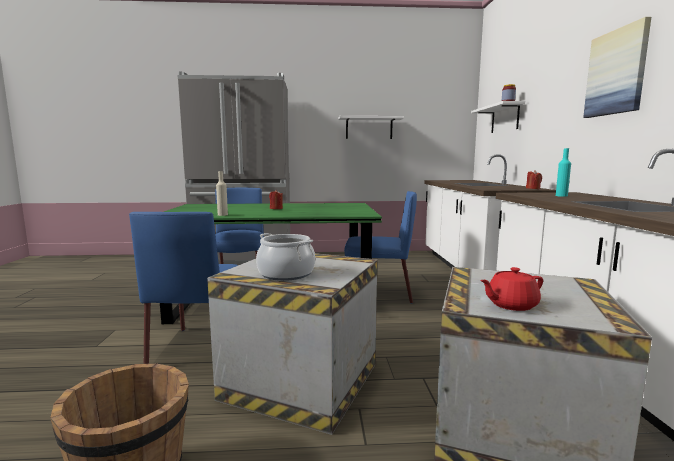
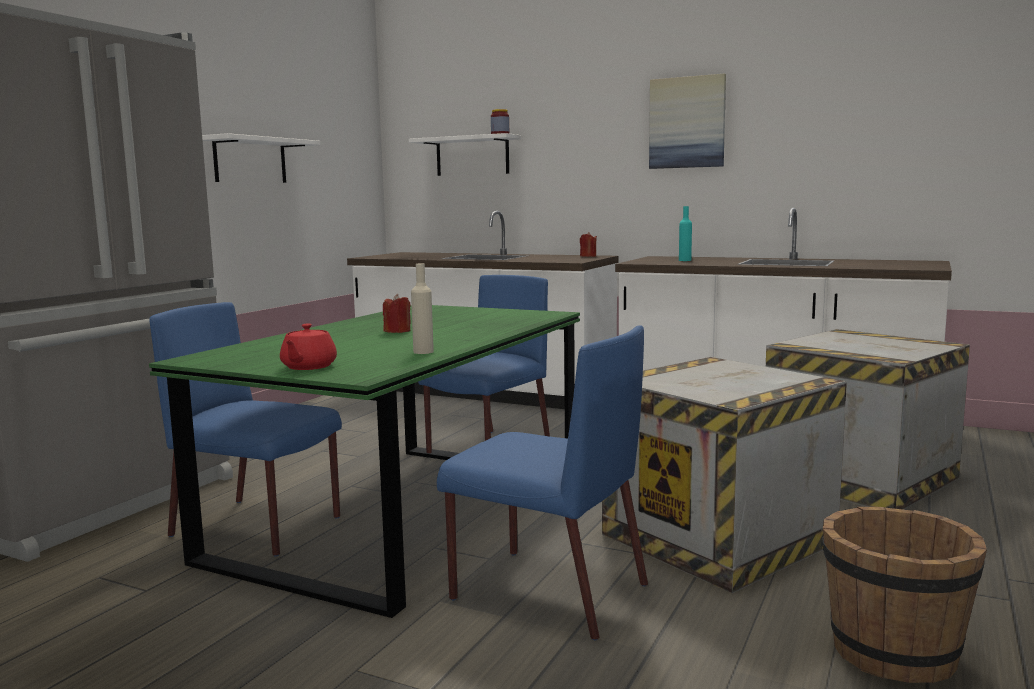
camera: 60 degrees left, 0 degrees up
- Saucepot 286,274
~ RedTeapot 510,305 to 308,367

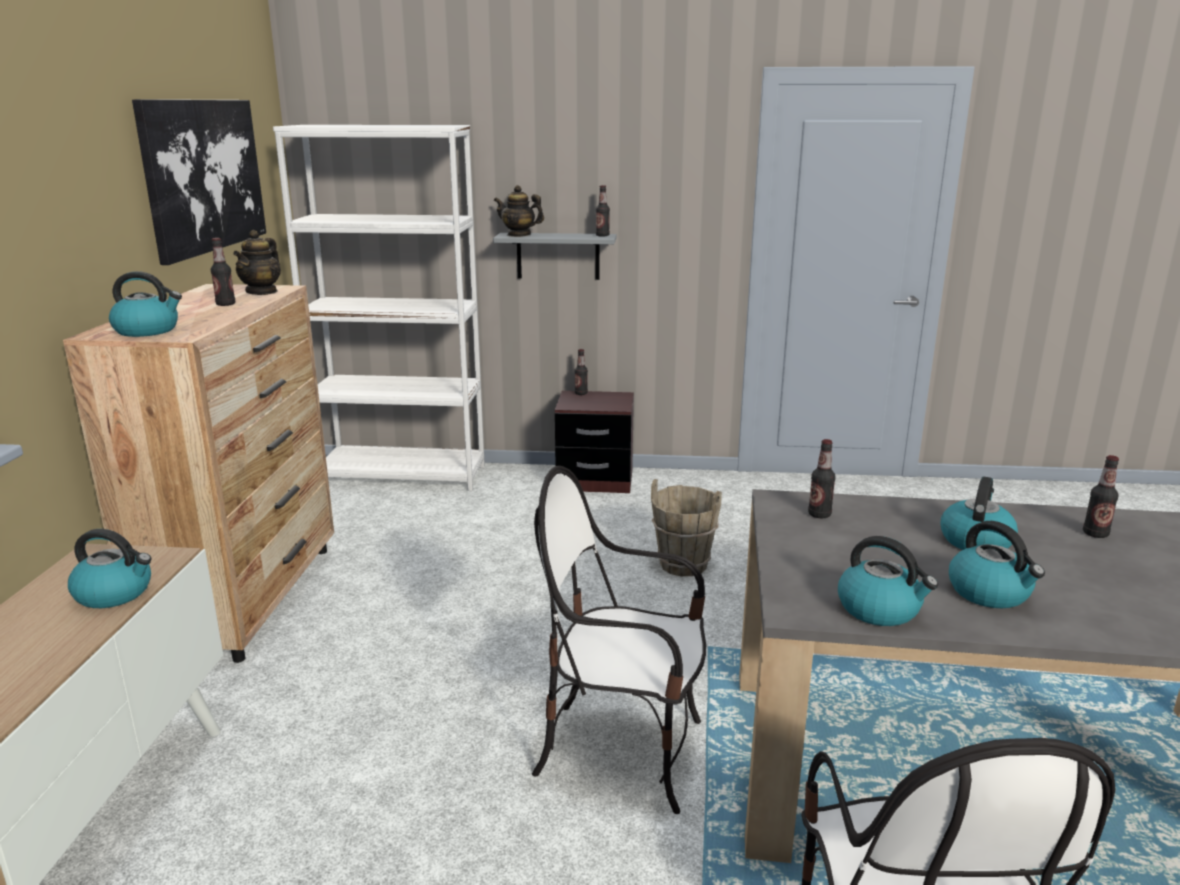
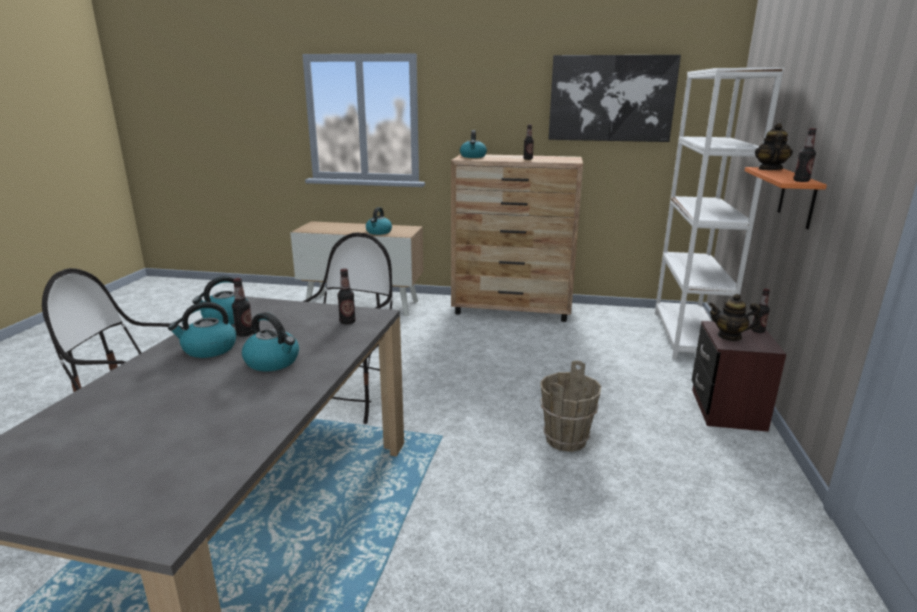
camera: 95 degrees right, 0 degrees up
~ Teapot 262,292 to 729,336
~ BeverageBottle 1095,534 to 245,334
~ GreyishShelf 558,256 to OrangeColouredShelf 797,198

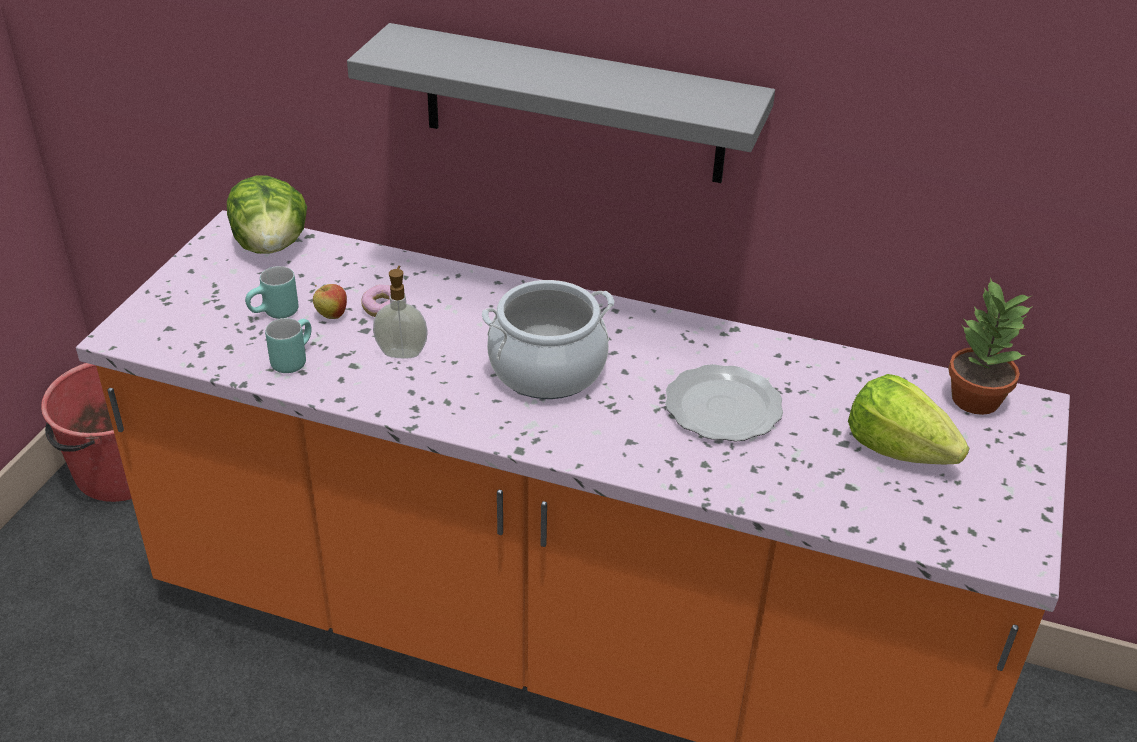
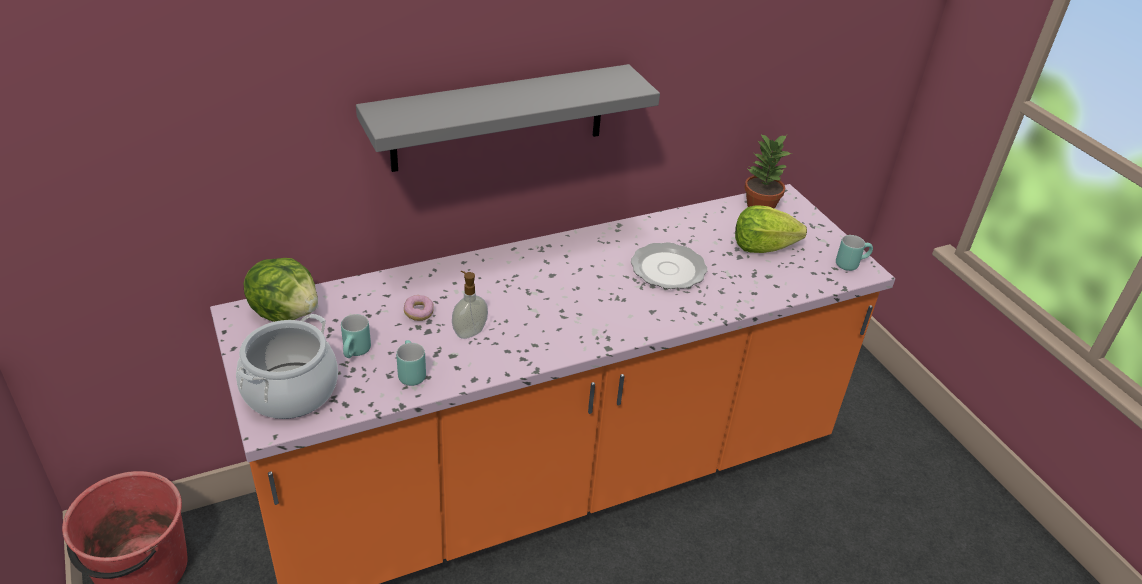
camera: 45 degrees left, 0 degrees up
- Apple 331,315
+ TurquoiseCoffeeMug 850,263
~ Saucepot 547,369 to 290,391

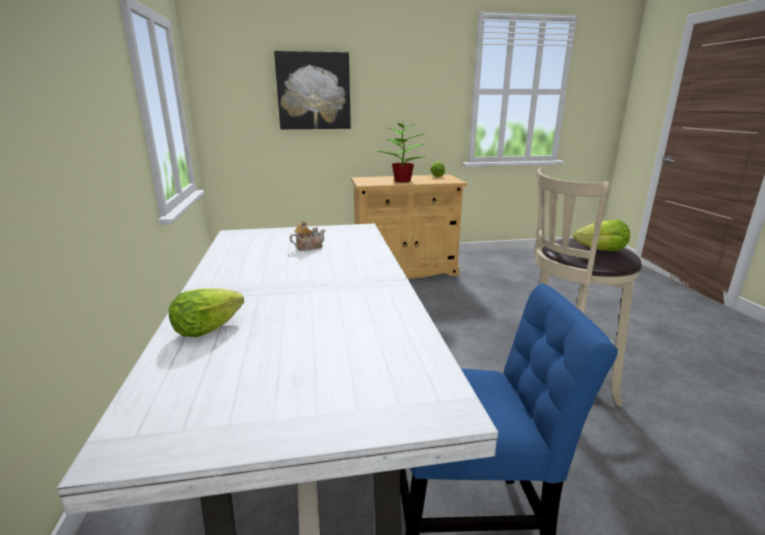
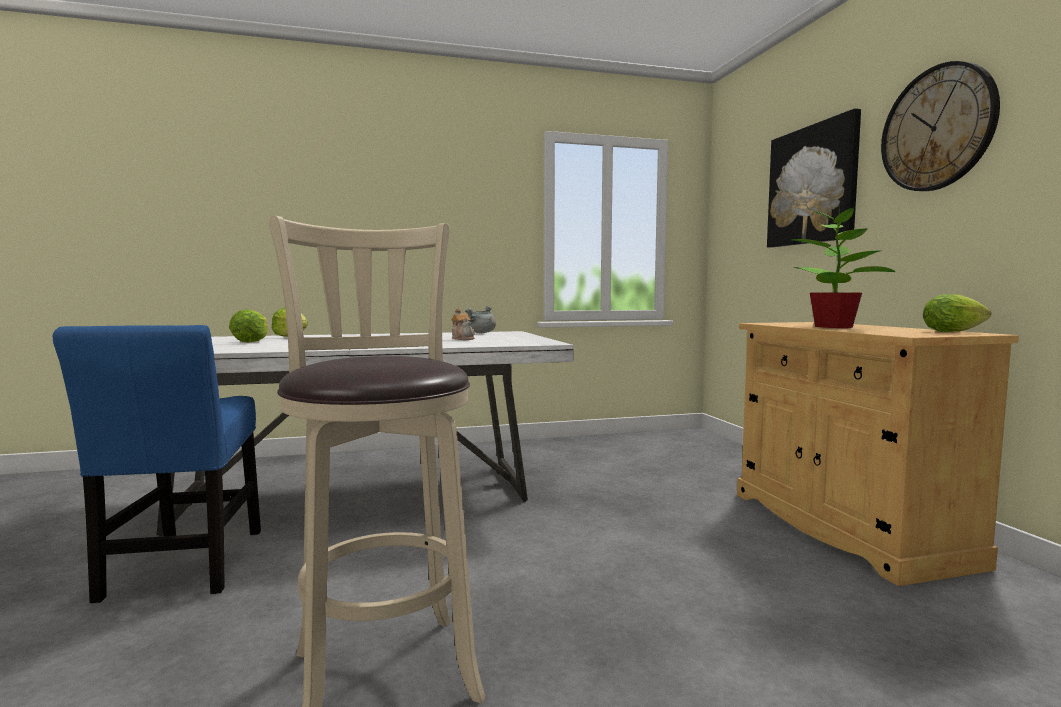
camera: 85 degrees right, 15 degrees down
+ GreyishSaucepot 480,333
+ HangingClock 937,128
~ HeadOfLettuce 601,251 to 251,341

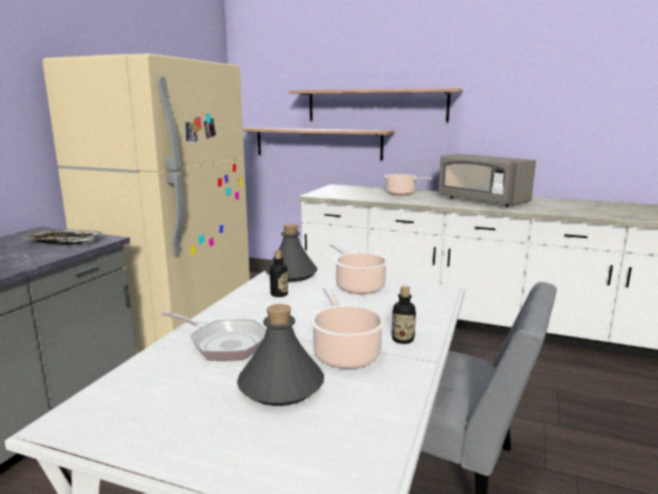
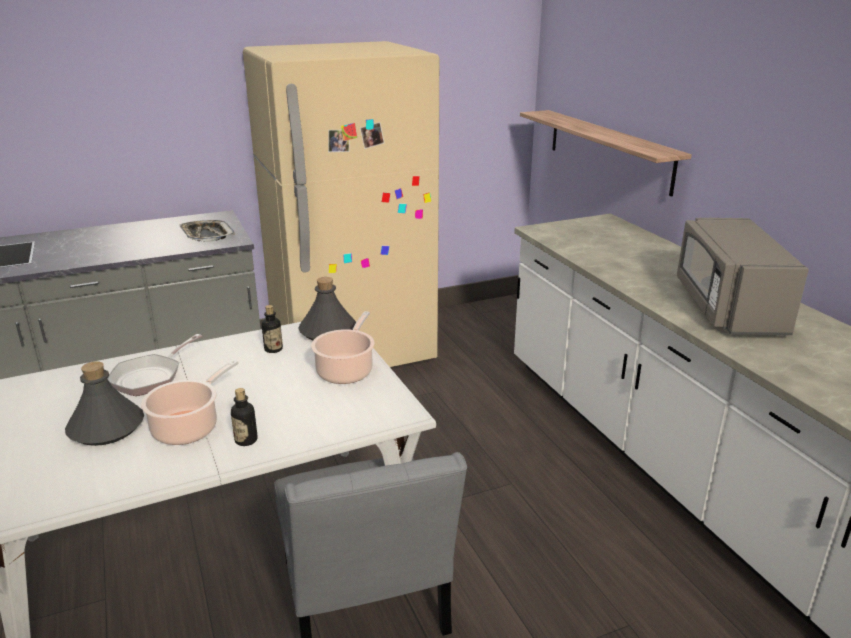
camera: 45 degrees right, 10 degrees up
- Shelf 376,105
- Saucepot 401,193
~ Pan 224,344 = 150,377 45 degrees clockwise

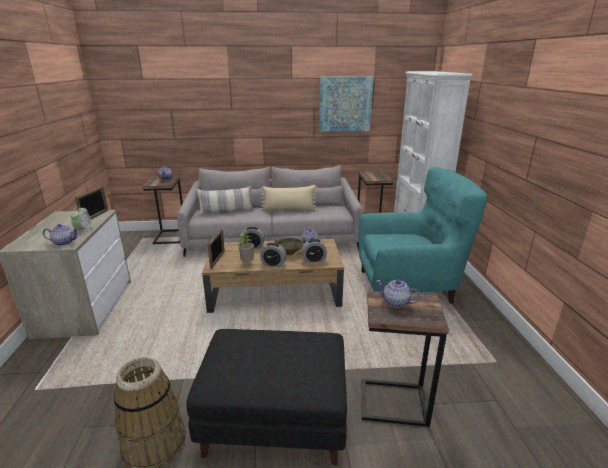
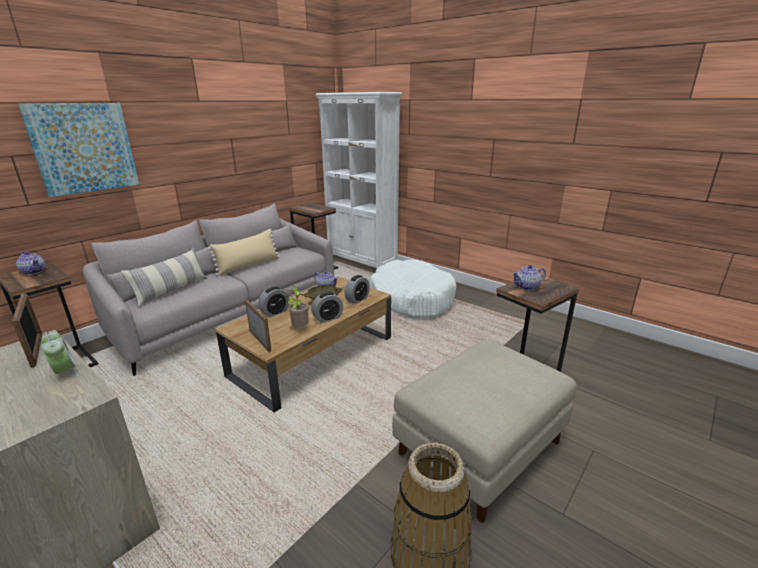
camera: 45 degrees left, 0 degrees up
- Teapot 64,242
~ Picture 345,104 to 84,148
~ TurquoiseEasyChair 408,286 to WhitishDogBed 411,299
~ BlackColouredPouffe 273,419 to BeigePouffe 479,449

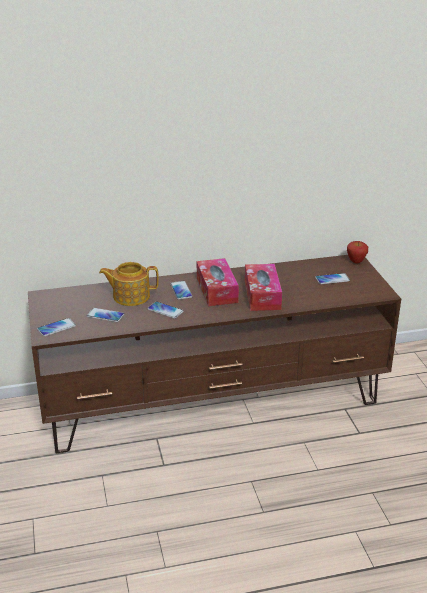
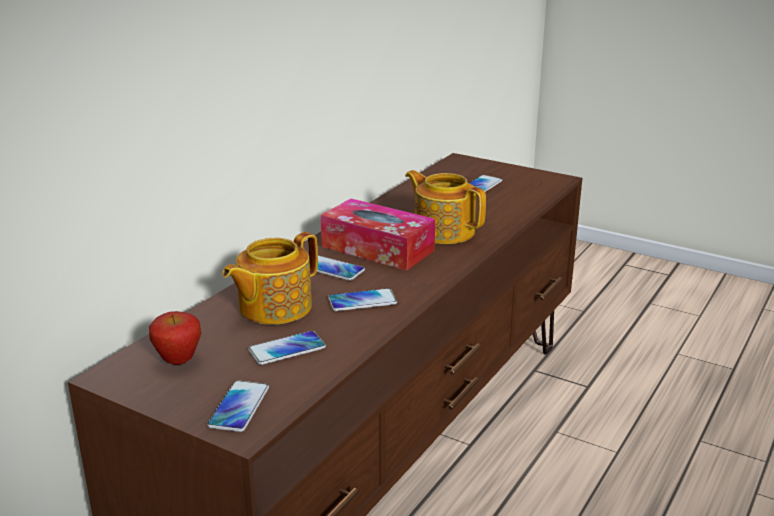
camera: 45 degrees left, 5 degrees down
~ Apple 356,262 to 178,361
~ TissueHolder 262,295 to Teapot 443,231

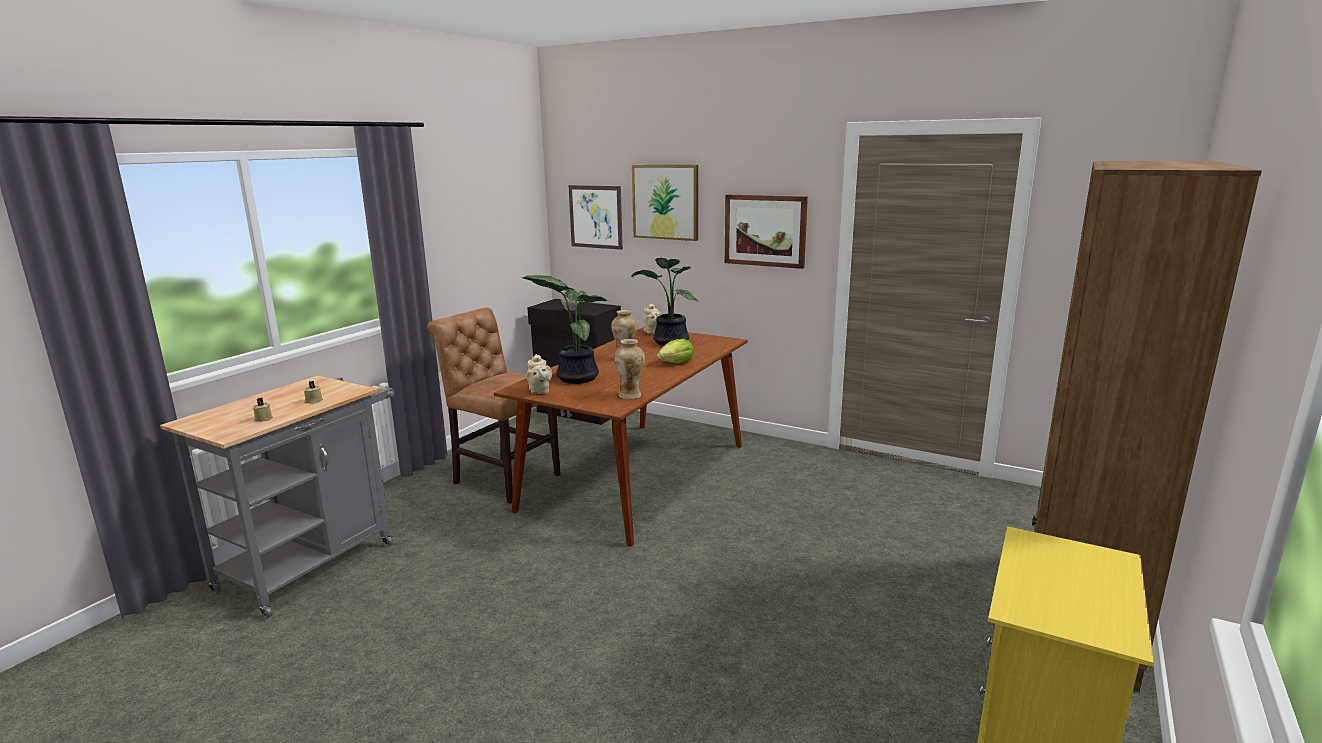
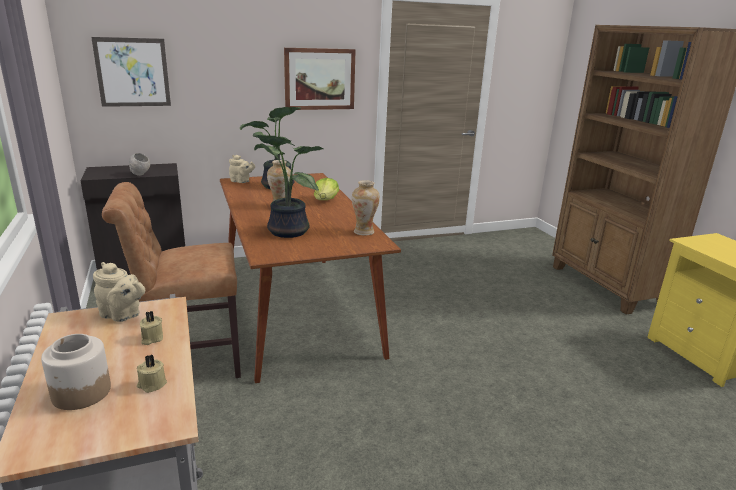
camera: 50 degrees left, 5 degrees up
- Picture 665,202
+ PreserveJar 81,392
~ BeigeTeapot 539,391 to 122,315

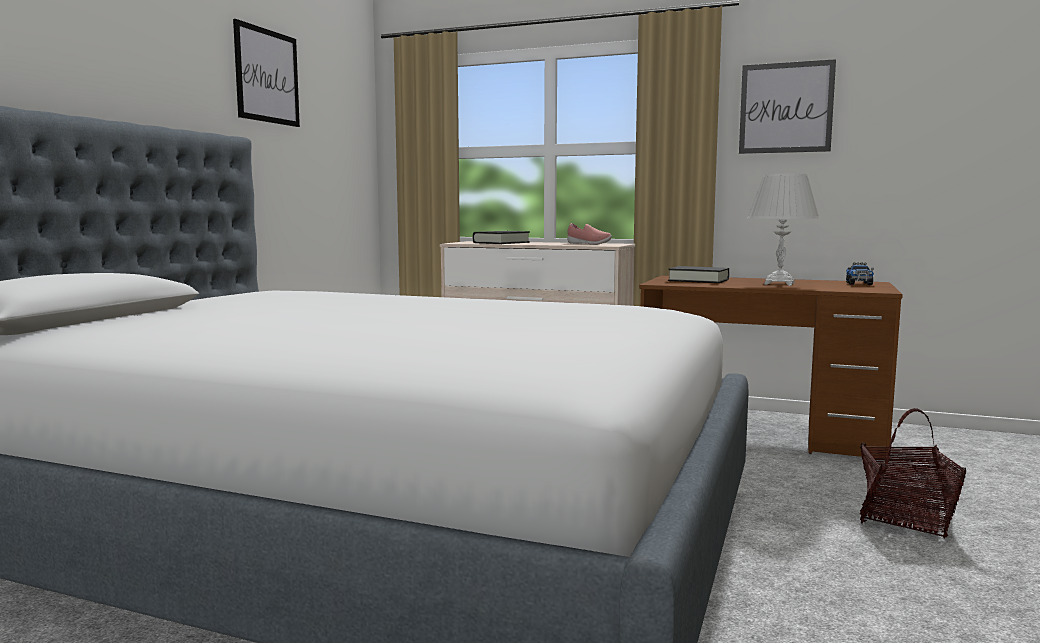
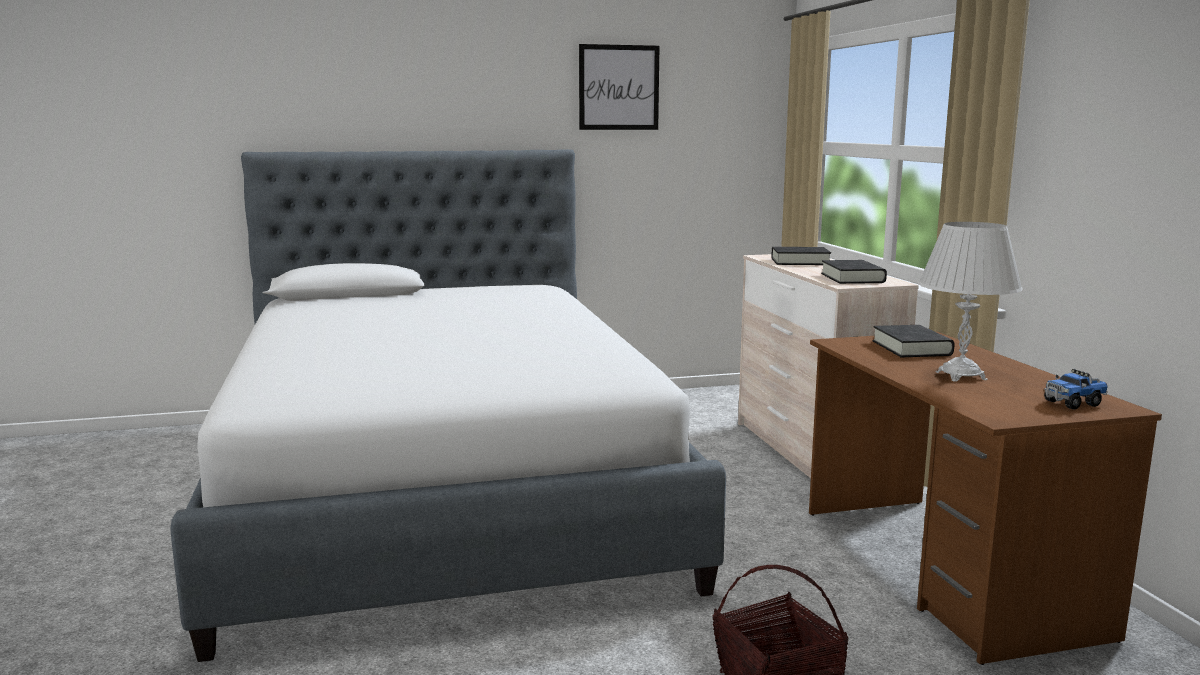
camera: 55 degrees right, 5 degrees up
- Picture 786,108
~ PinkishLowShoe 588,244 to BlackColouredBook 852,278

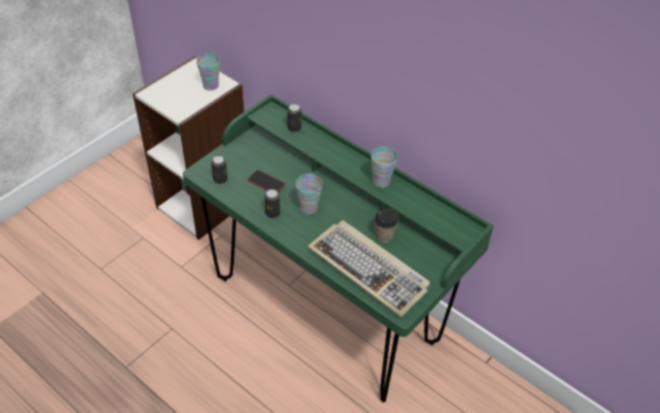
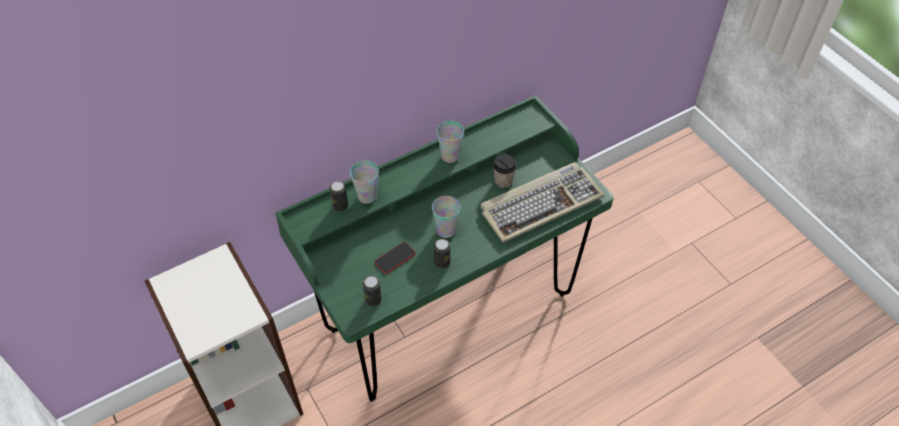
camera: 70 degrees left, 5 degrees up
~ DrinkingCup 211,85 to 367,196

